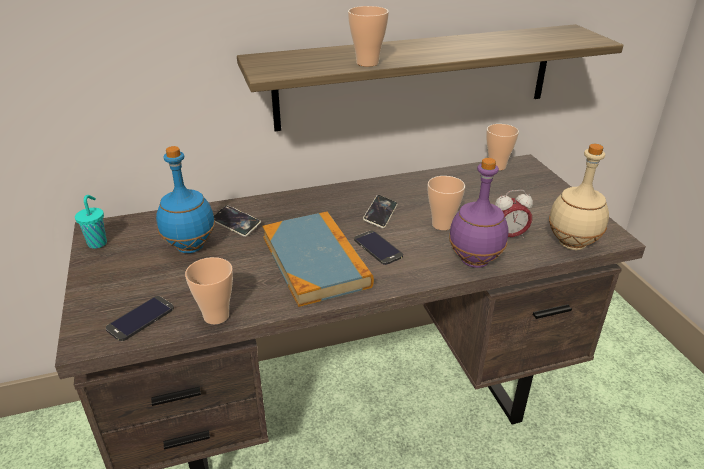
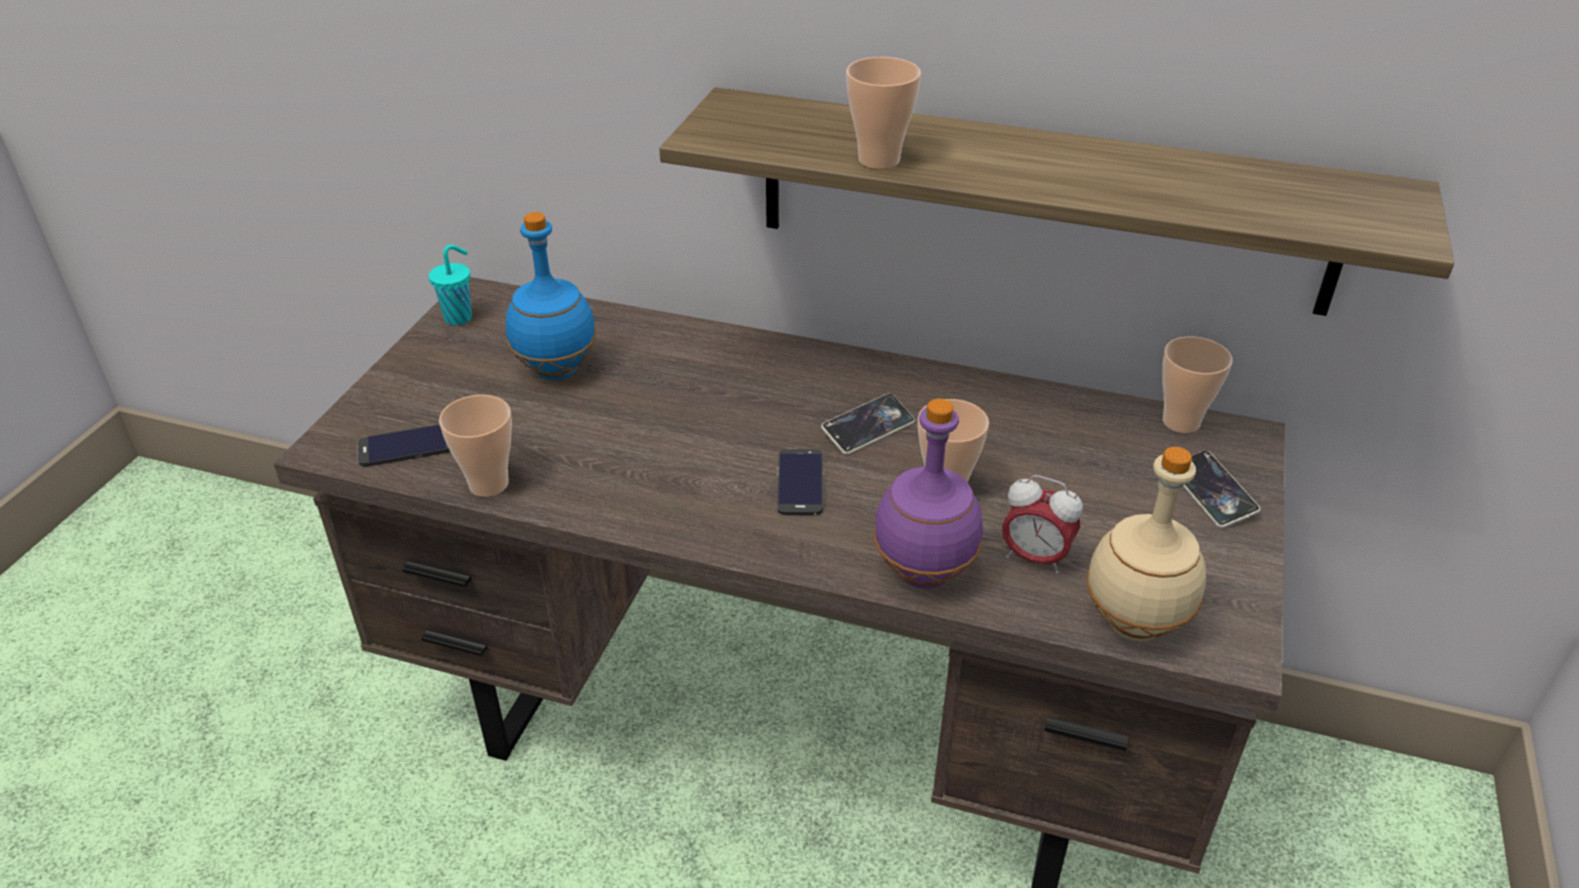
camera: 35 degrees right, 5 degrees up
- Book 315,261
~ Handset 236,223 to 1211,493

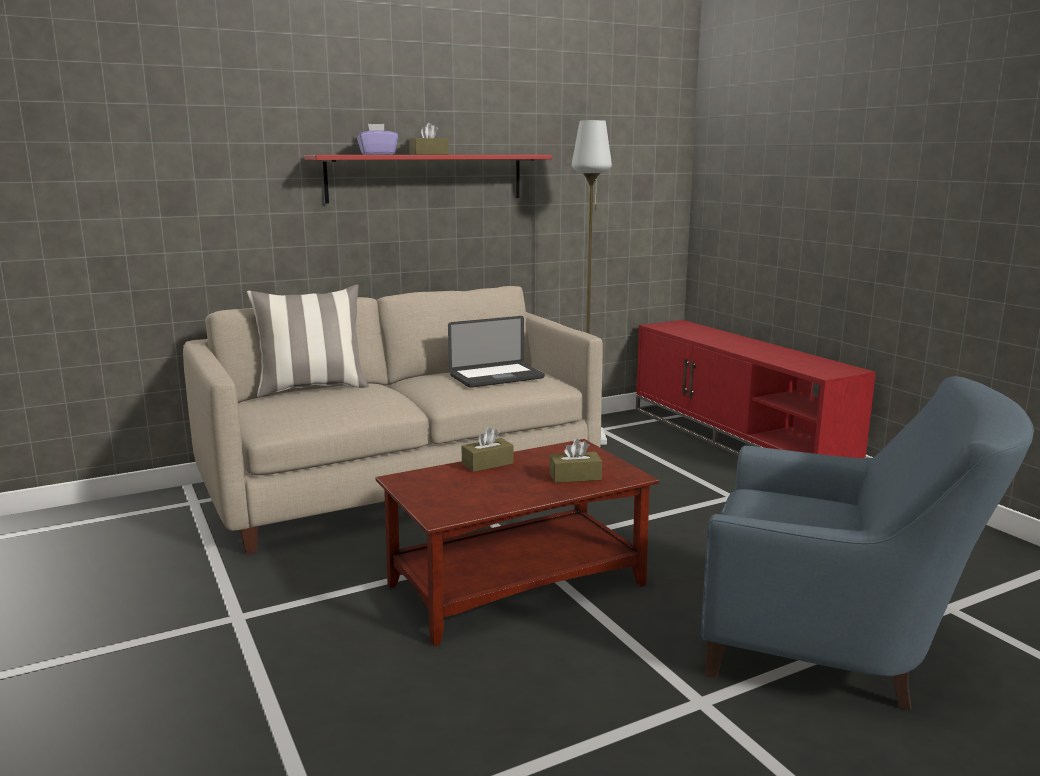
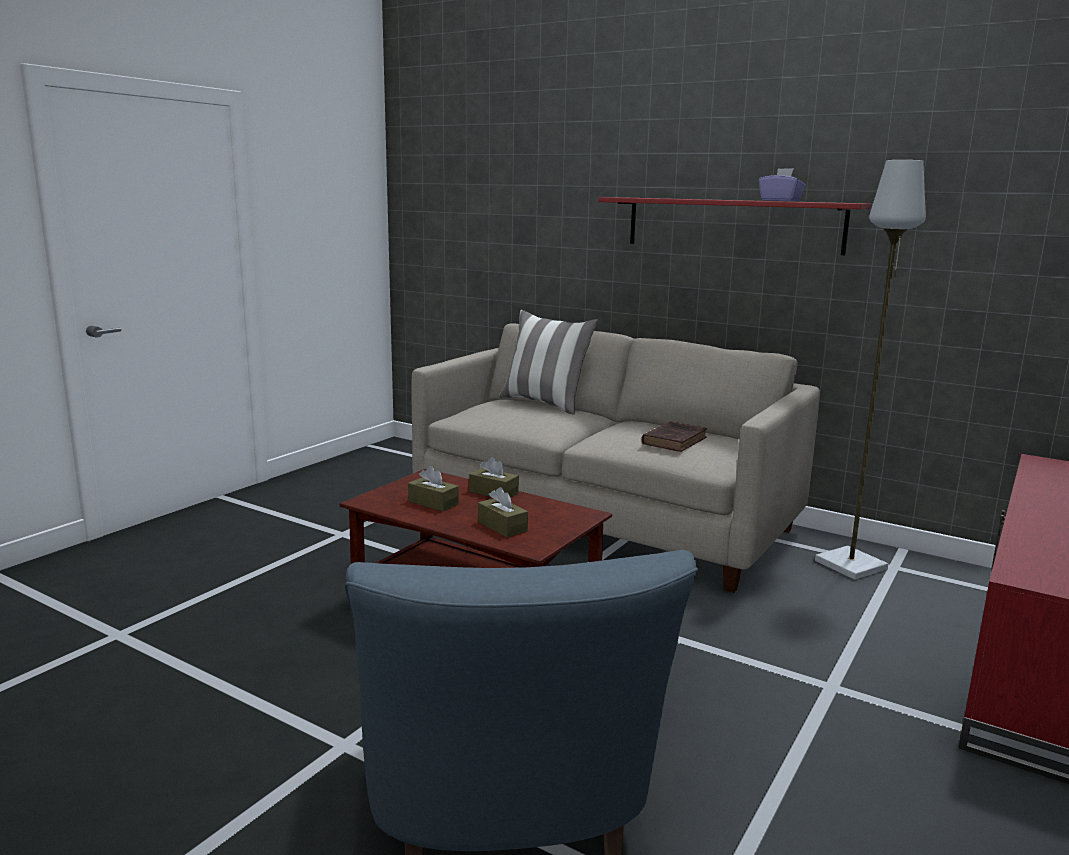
camera: 60 degrees right, 0 degrees up
~ PurpleTissueHolder 378,154 to 780,201
~ BrownTissueHolder 429,154 to 433,503
~ NotebookComputer 497,377 to BrownBook 675,440

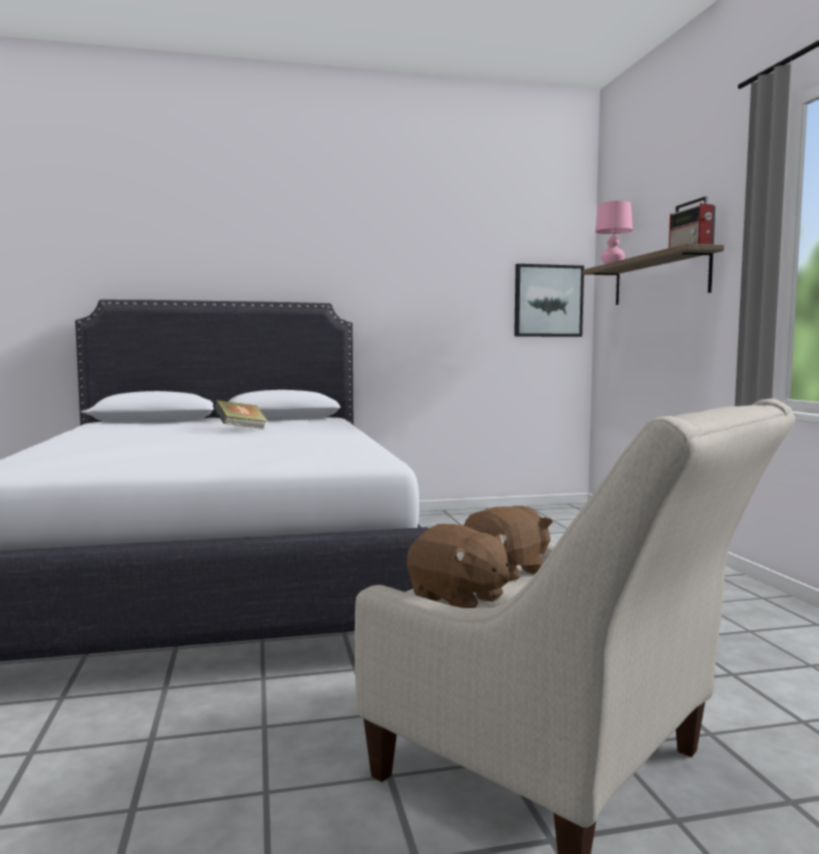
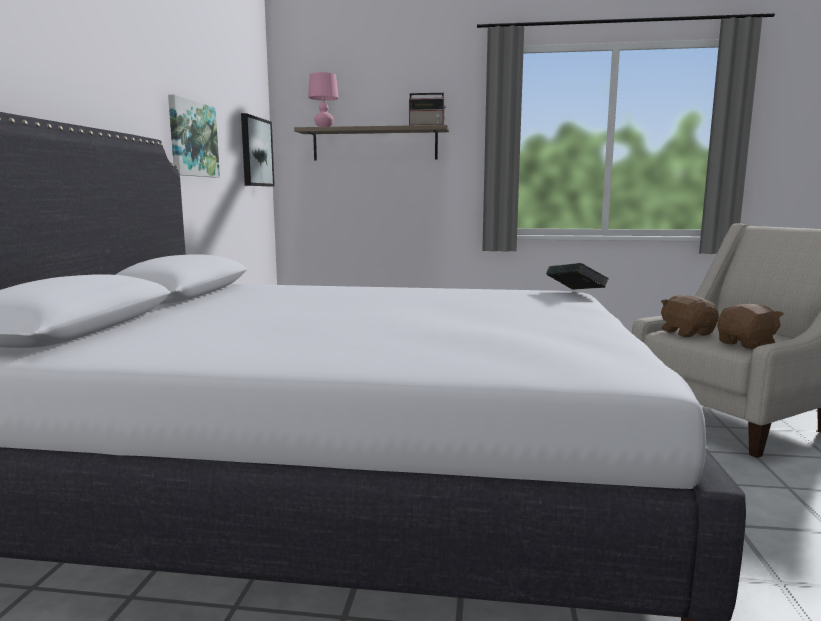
camera: 70 degrees left, 5 degrees up
+ Picture 192,139
~ Book 240,429 to 575,293

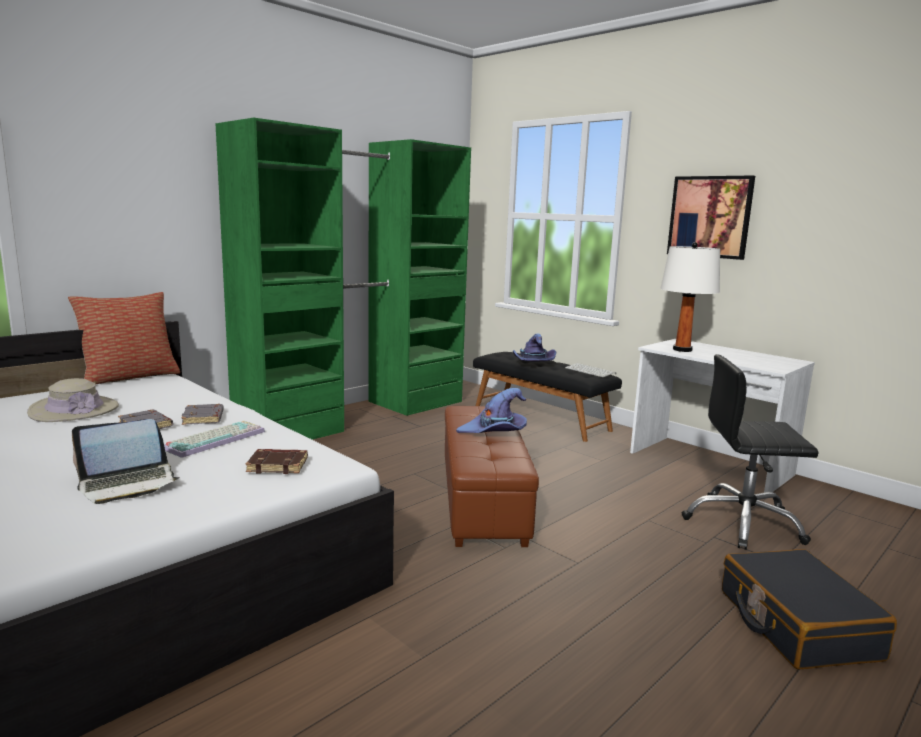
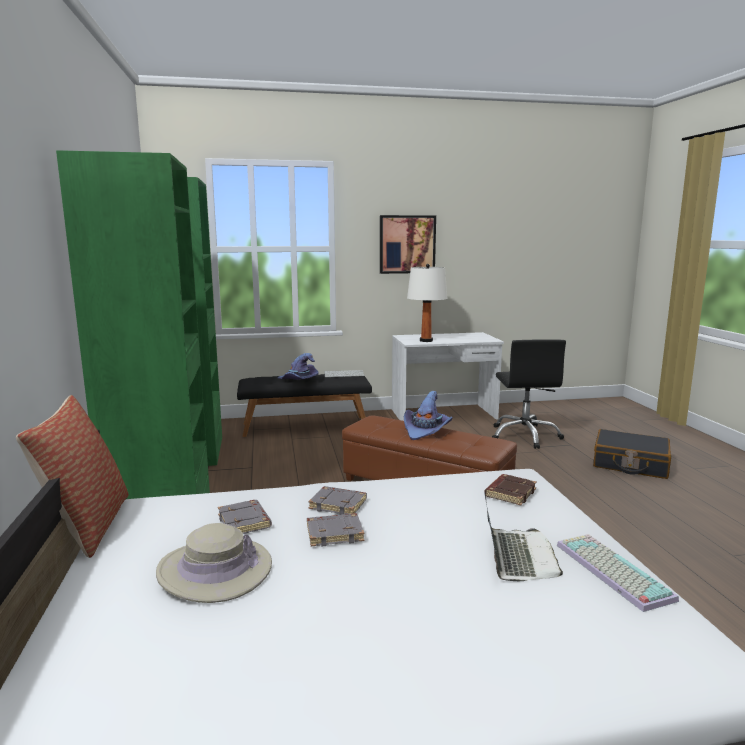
camera: 55 degrees left, 0 degrees up
+ GreyishBook 245,522
~ ComputerKeyboard 215,439 to 609,571
~ BlackColouredComputerChair 743,523 = 525,436 45 degrees counterclockwise

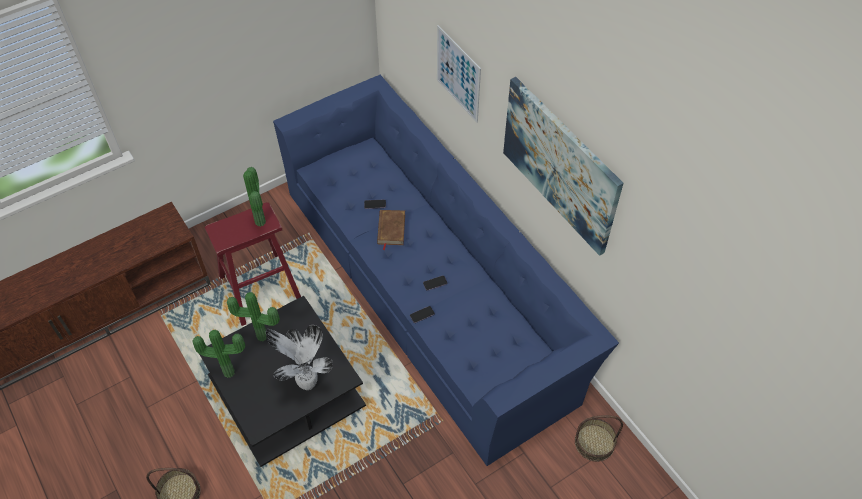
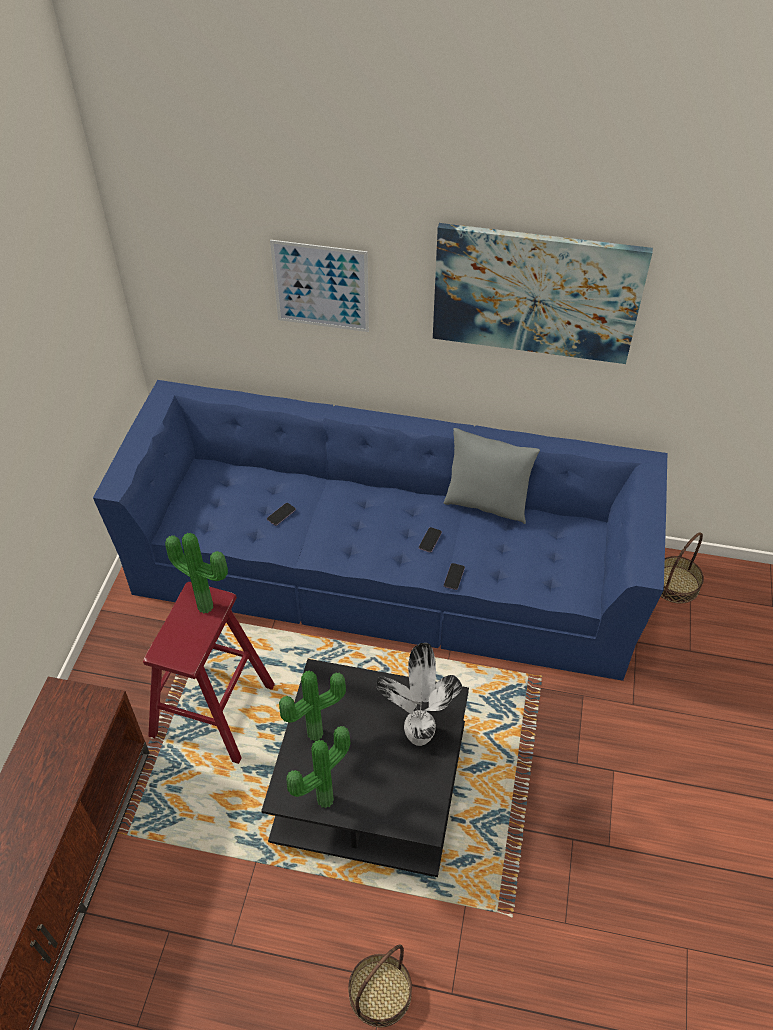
camera: 45 degrees left, 5 degrees down
- BrownBook 391,229
+ GreyishPillow 486,504

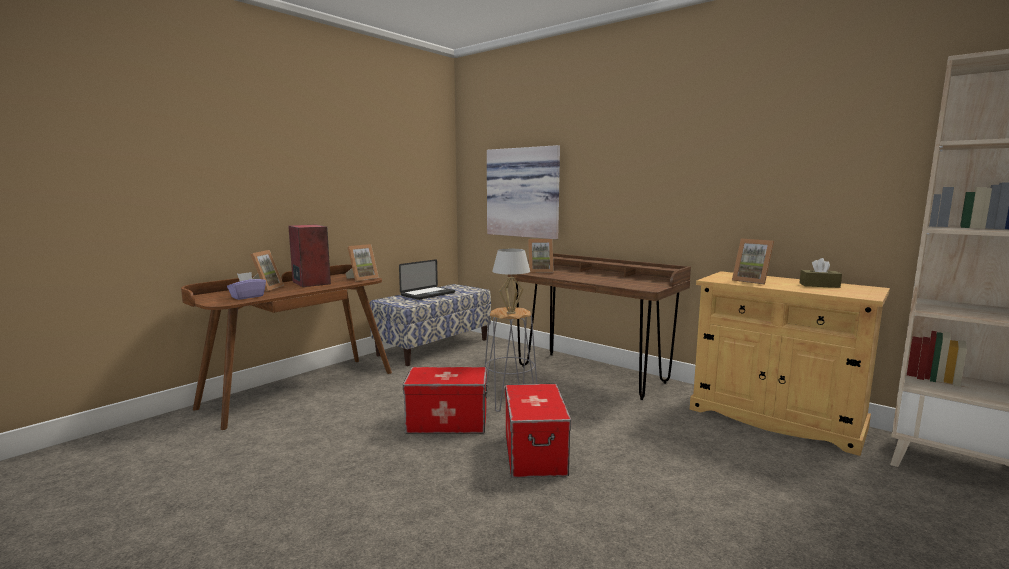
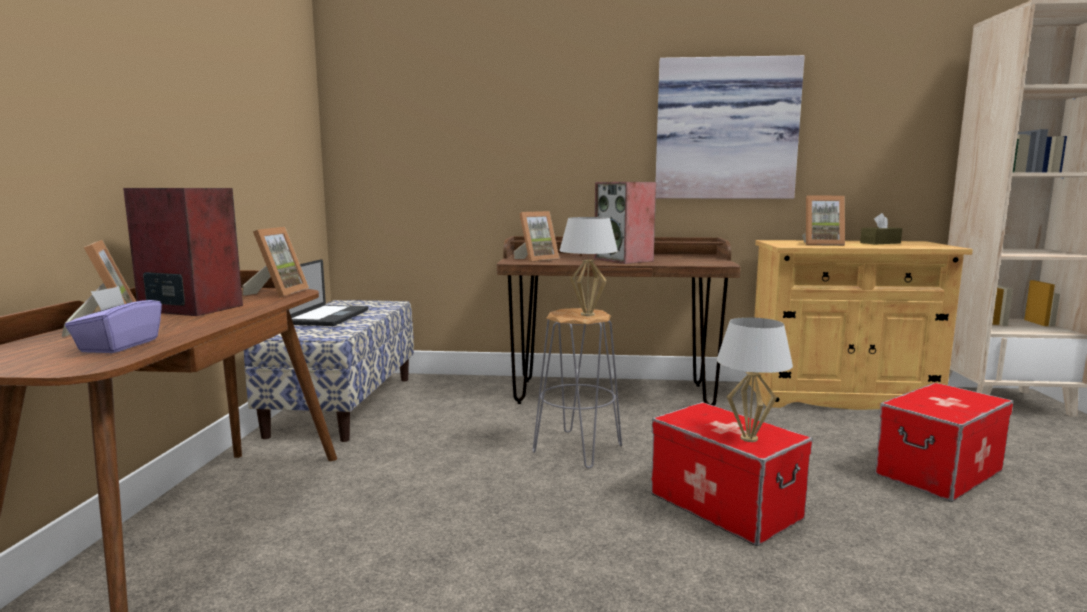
camera: 35 degrees left, 0 degrees up
+ Speaker 624,260
+ WhitishTableLamp 749,439
~ StorageContainer 447,422 to 938,472
~ Picture 524,192 to 725,130

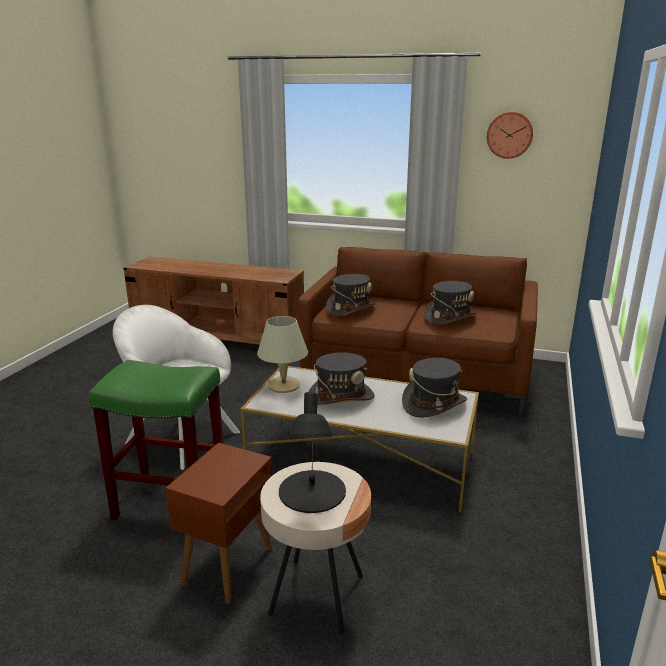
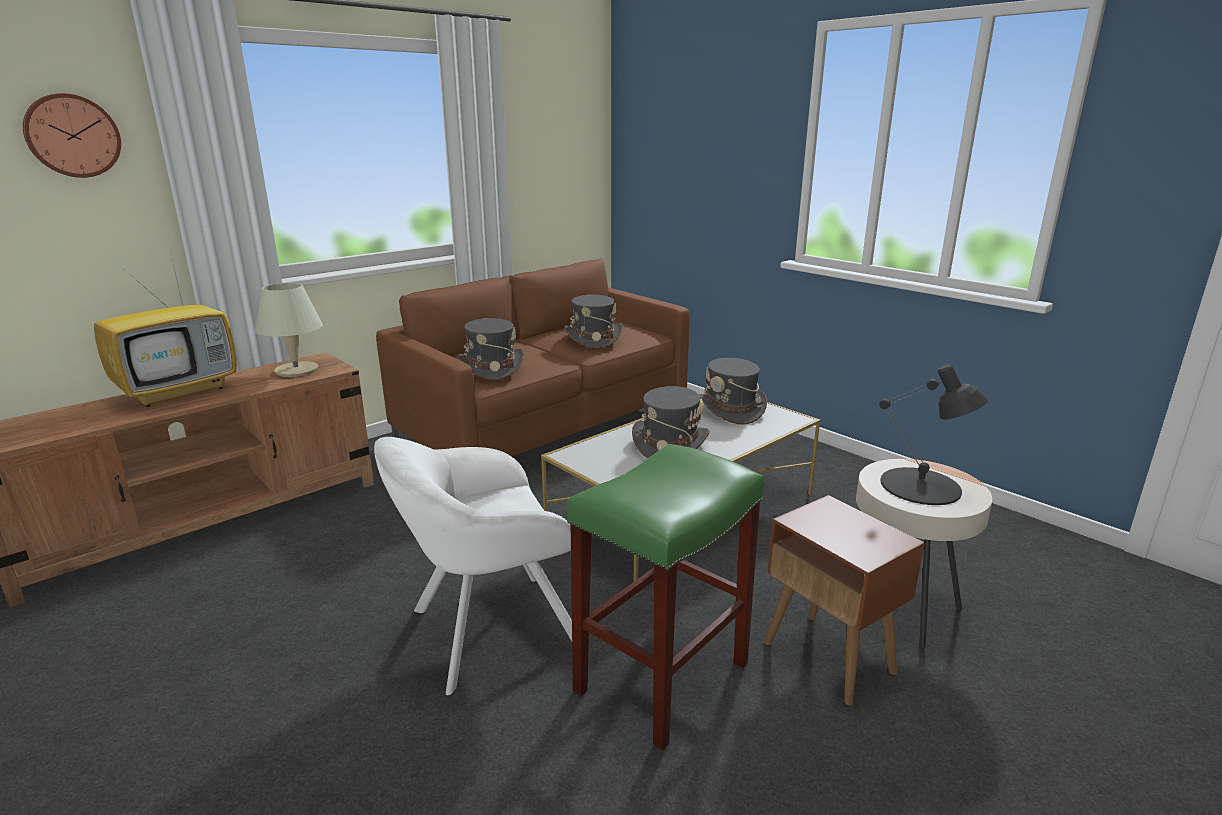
camera: 60 degrees left, 0 degrees up
+ Television 180,391
~ BeigeTableLamp 284,385 to 296,370
~ HangingClock 509,135 to 72,136

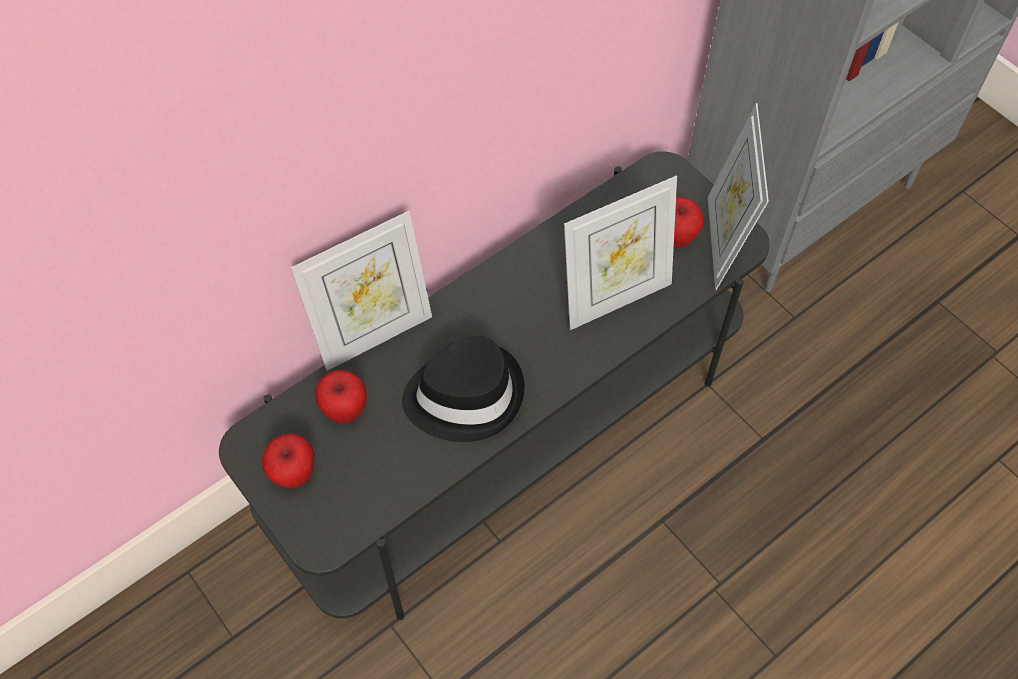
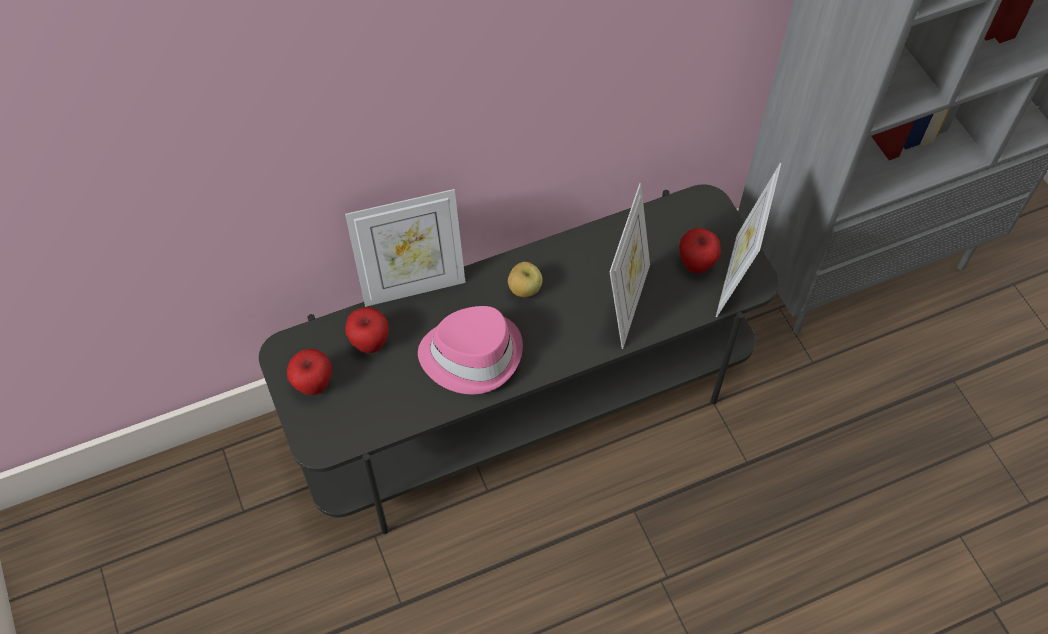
camera: 15 degrees right, 0 degrees up
+ Apple 524,289
~ BlackColouredClothingHat 464,394 to PinkishClothingHat 471,354
~ StandingFrame 615,297 = 625,303 60 degrees counterclockwise

